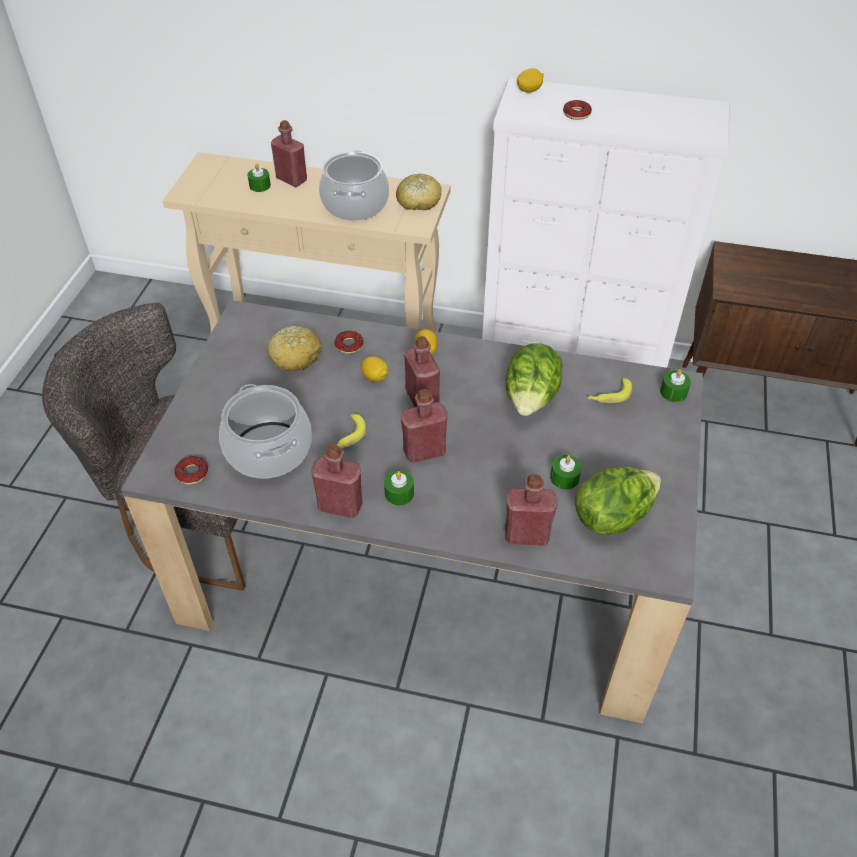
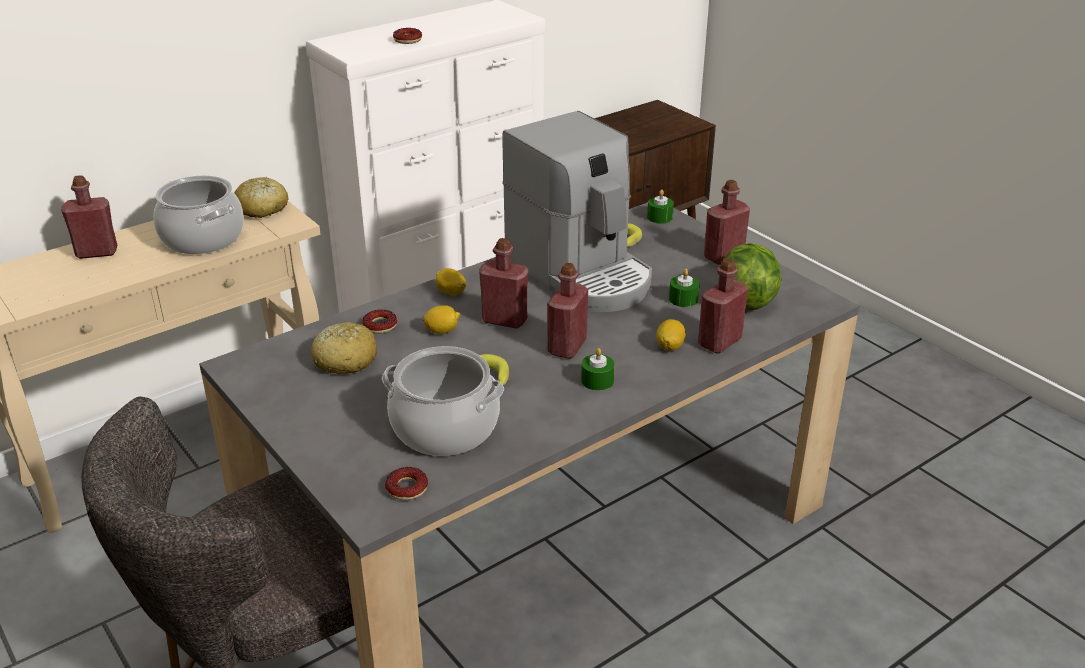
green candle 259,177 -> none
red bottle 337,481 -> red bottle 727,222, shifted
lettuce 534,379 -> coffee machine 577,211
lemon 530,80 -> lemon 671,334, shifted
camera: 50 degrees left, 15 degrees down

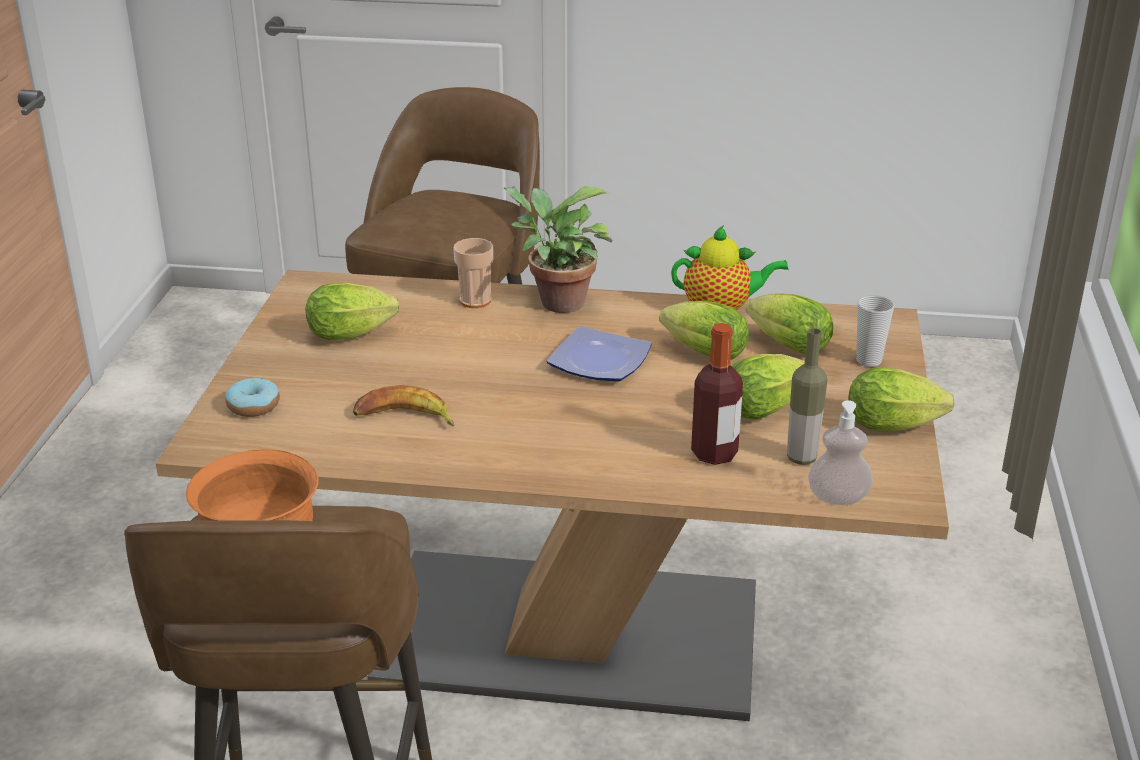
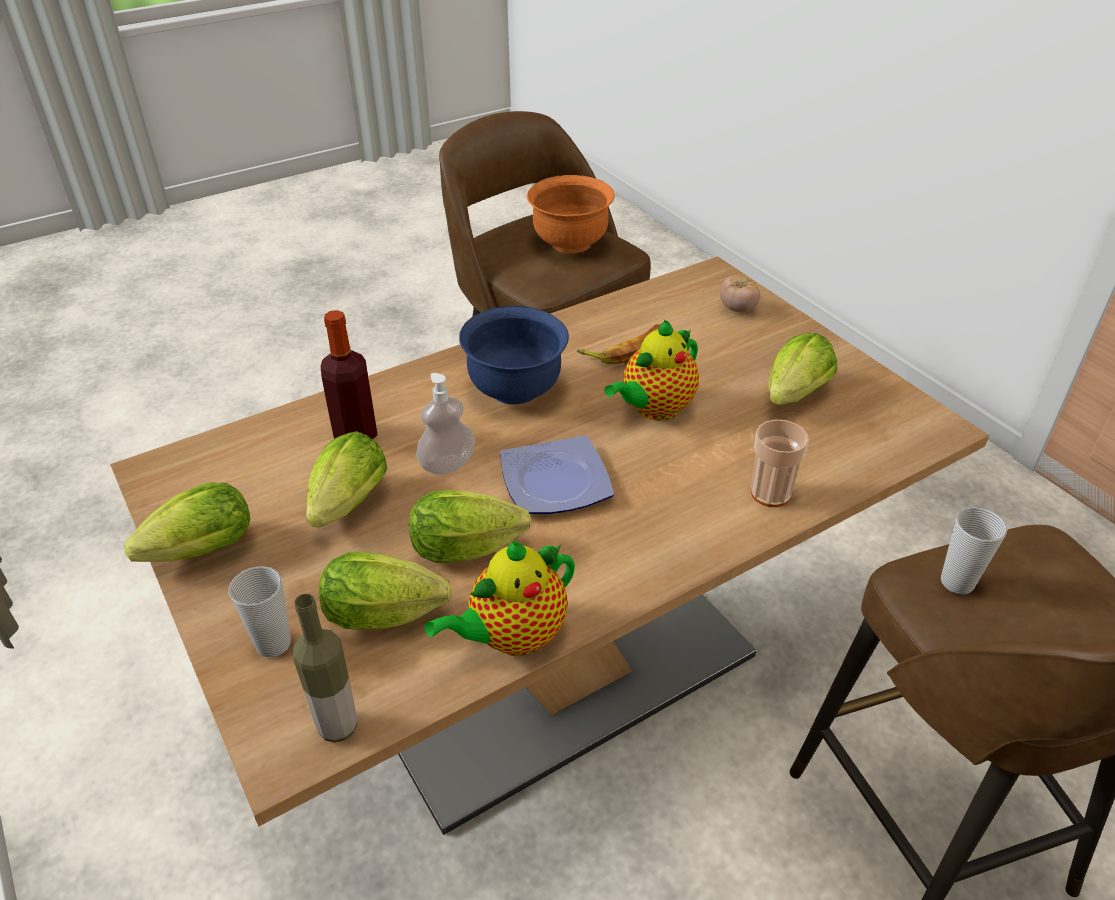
donut 252,397 -> tomato 740,294
potted plant 558,249 -> none
bottle 807,396 -> bottle 325,668, shifted
soap dispenser 840,452 -> soap dispenser 445,424, shifted
none -> blue bowl 514,355
none -> teapot 651,370
none -> cup 974,550
camera: 140 degrees right, 10 degrees up

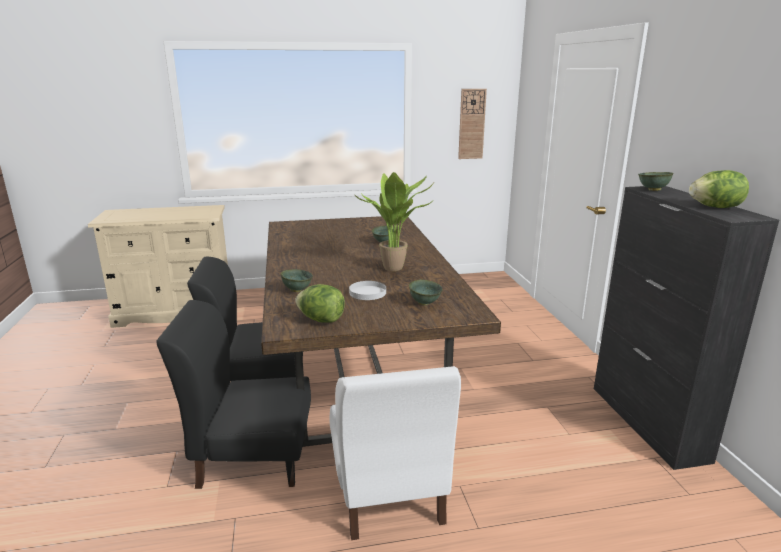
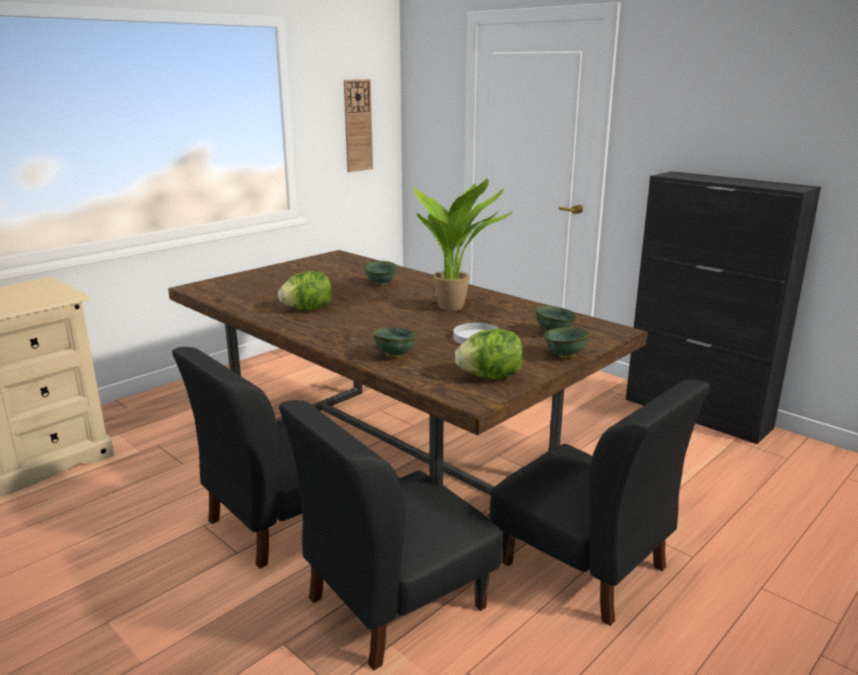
white chair 395,453 -> black chair 600,503
green bowl 656,181 -> green bowl 566,342, shifted
lettuce 719,189 -> lettuce 305,290, shifted
camera: 35 degrees left, 0 degrees up

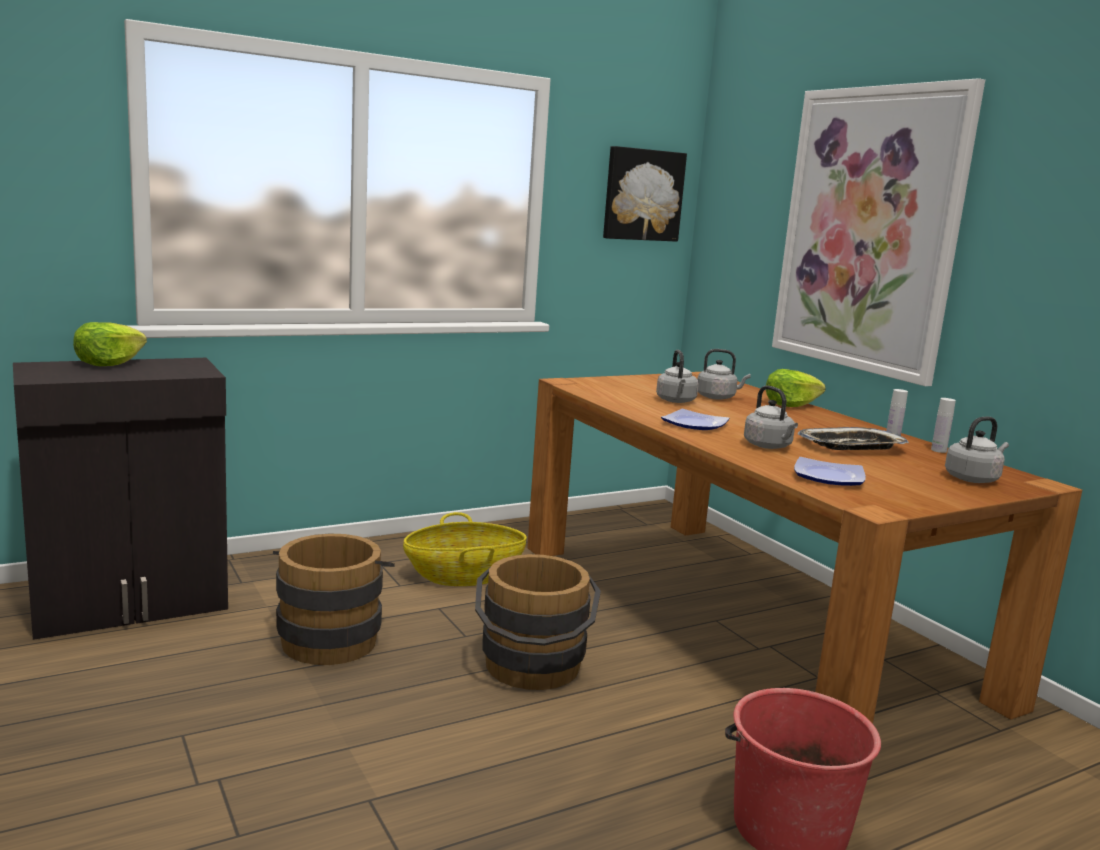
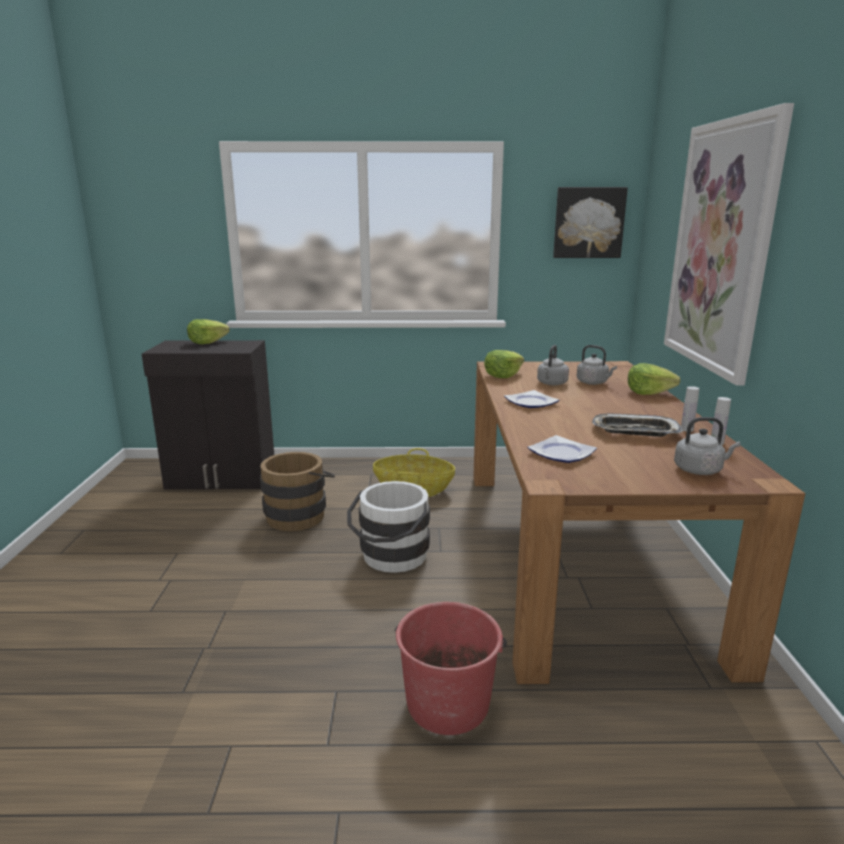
brown bucket 538,622 -> white bucket 388,527
grey kettle 771,417 -> none
none -> lettuce 504,364
camera: 30 degrees right, 5 degrees up

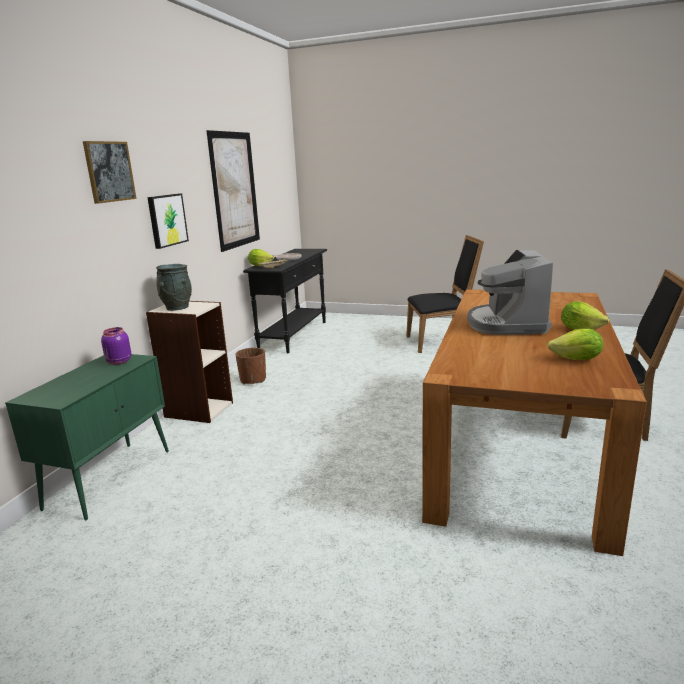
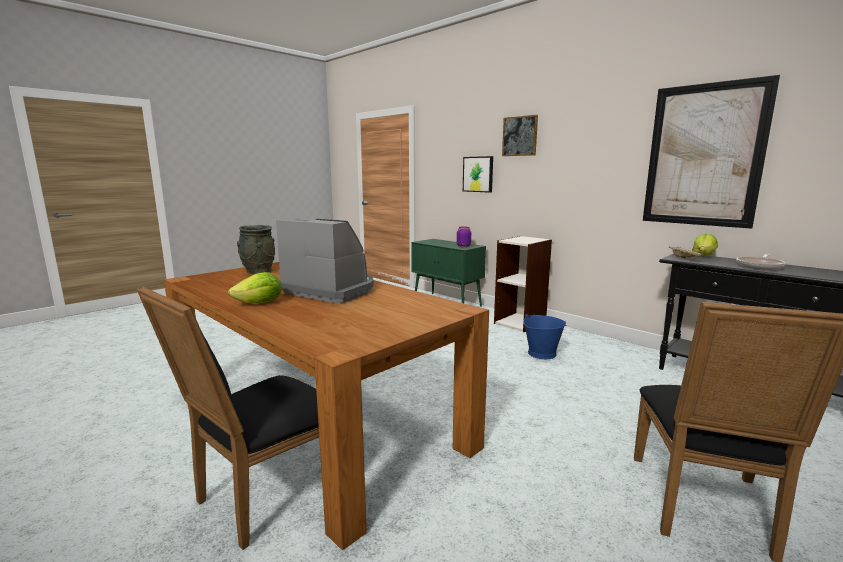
picture 168,221 -> picture 478,174, shifted
grey vase 174,287 -> grey vase 256,249, shifted
brown planter 250,366 -> none
lettuce 575,344 -> none
none -> blue bucket 544,336
camera: 115 degrees right, 5 degrees down

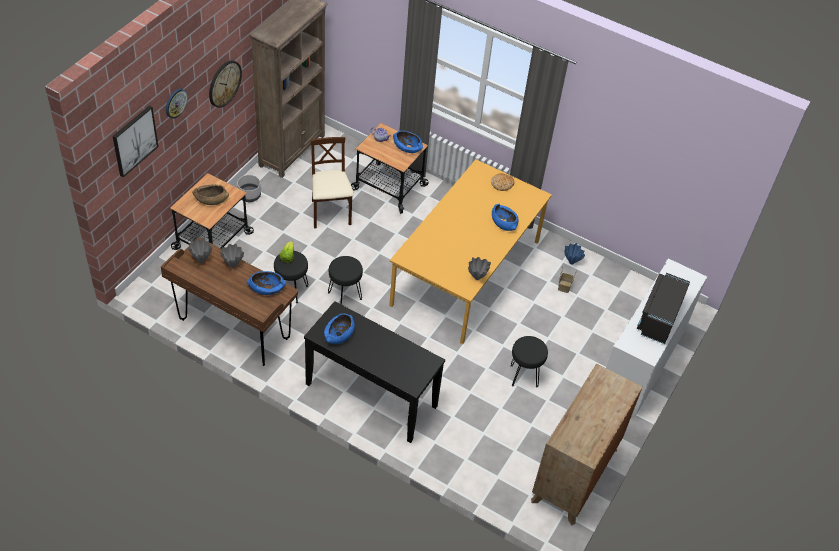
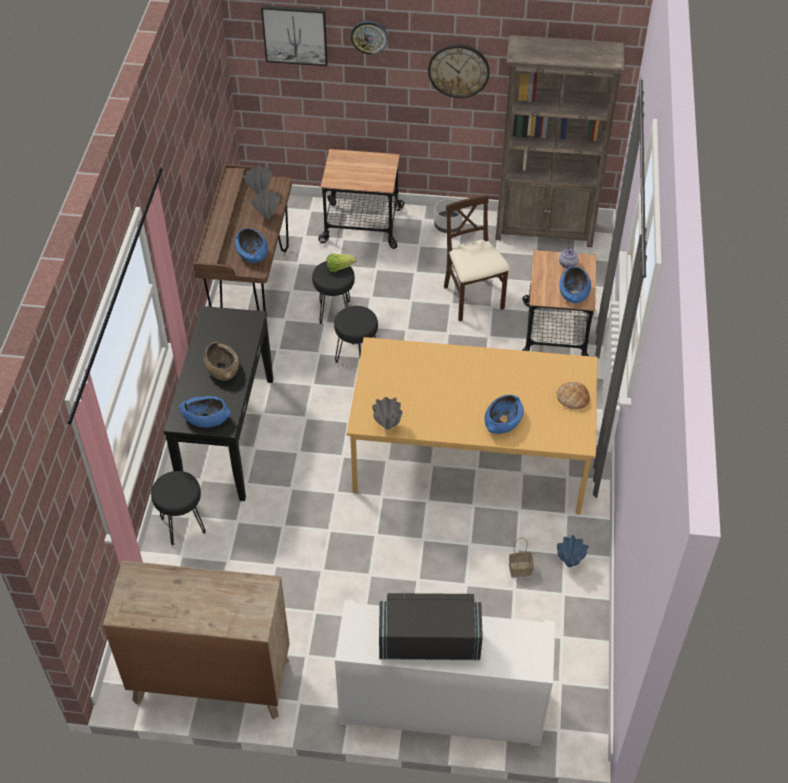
brown bowl 210,194 -> brown bowl 221,361, shifted
beige chair 332,183 -> beige chair 477,258, 75 degrees counterclockwise
blue bowl 339,328 -> blue bowl 205,411, shifted
black stool 529,361 -> black stool 178,508, shifted
camera: 70 degrees right, 0 degrees up

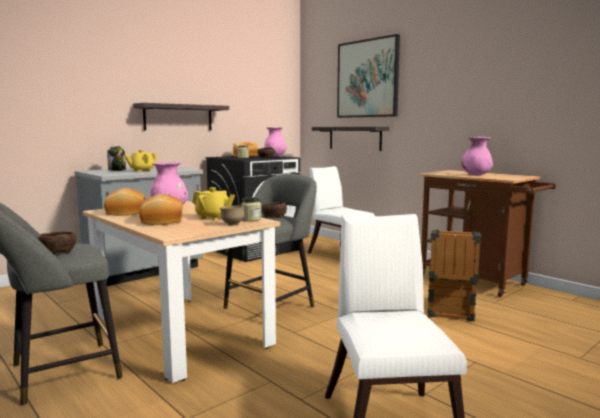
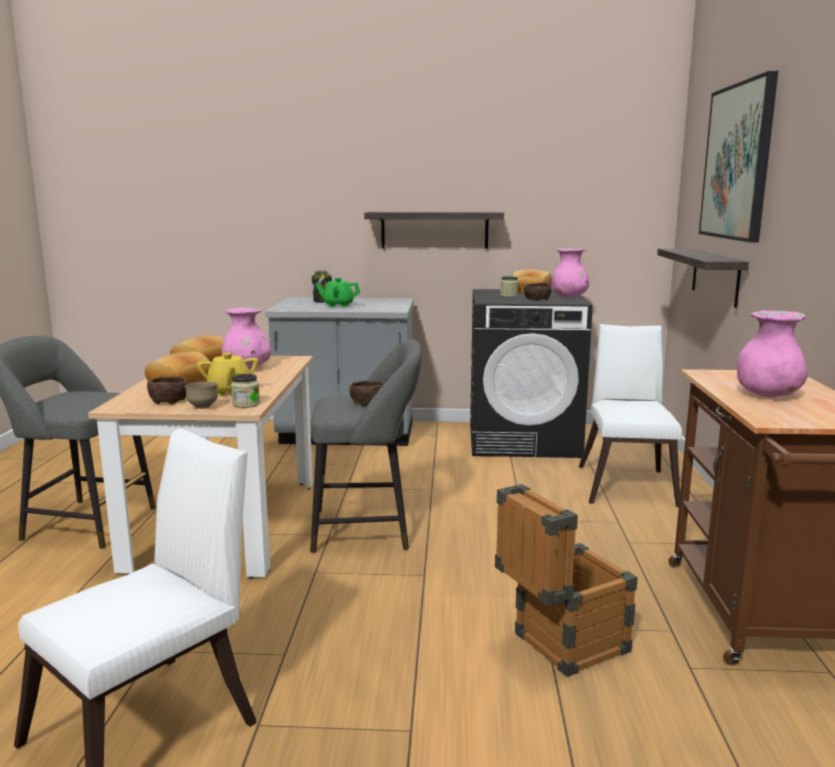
brown bowl 57,243 -> brown bowl 168,390, shifted
yellow teapot 141,160 -> green teapot 338,292
camera: 45 degrees right, 5 degrees up

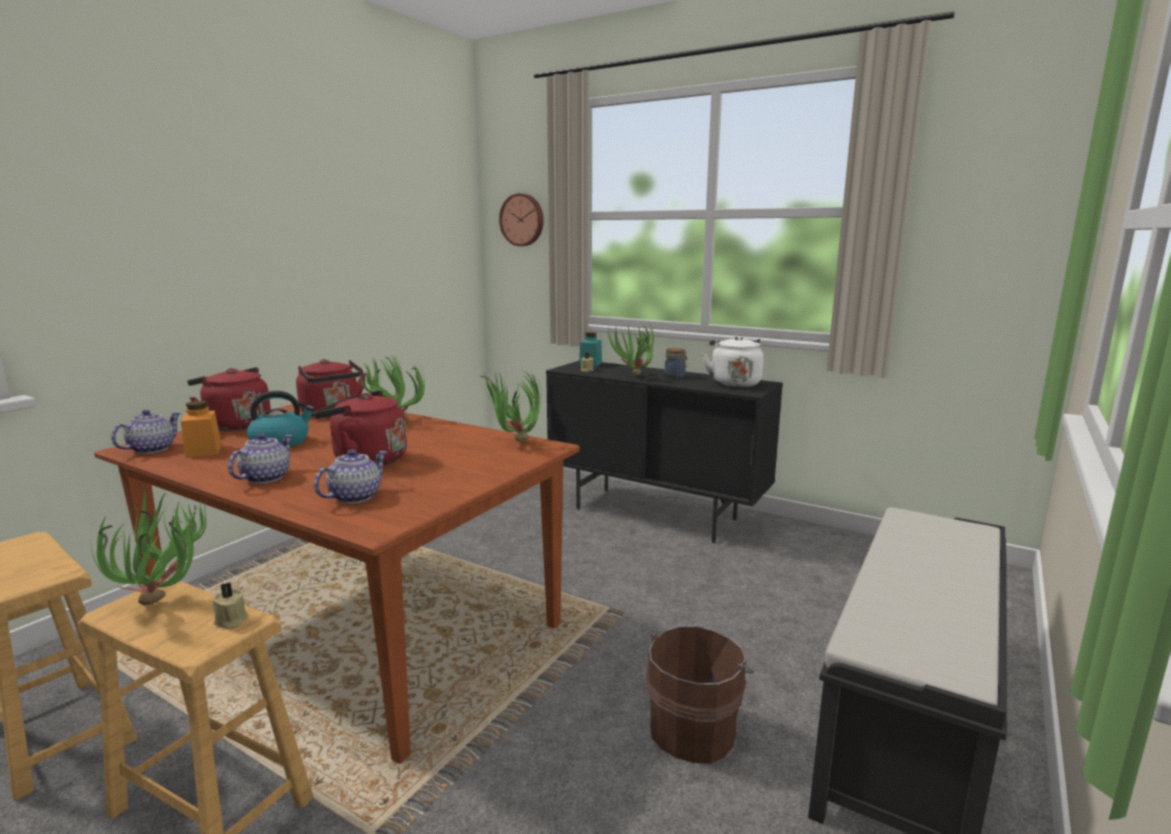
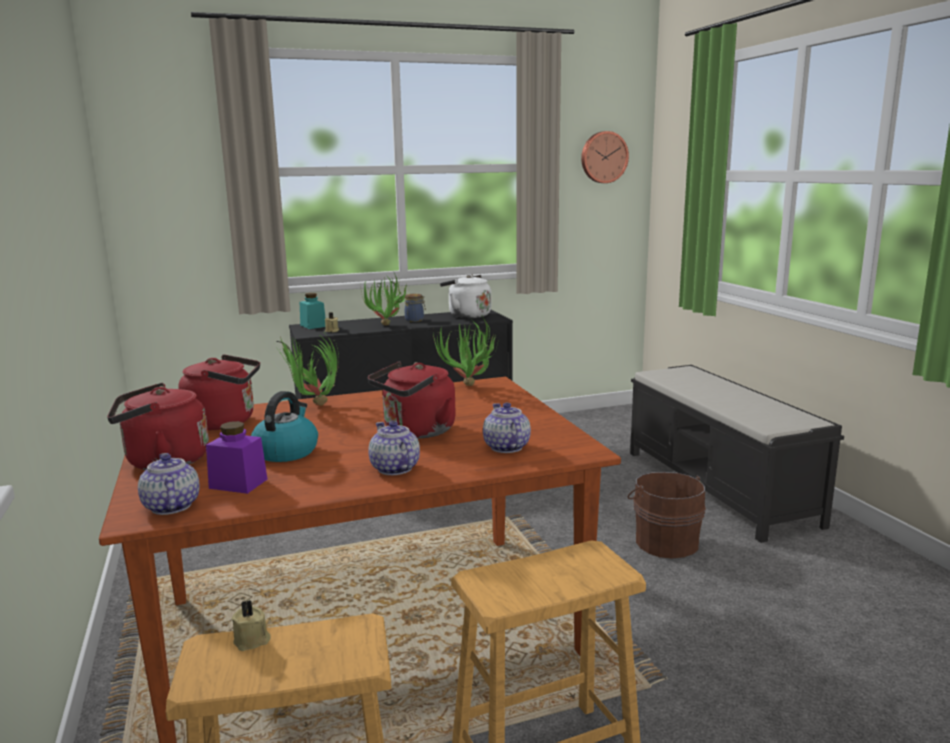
potted plant 148,547 -> none
orange jar 201,429 -> purple jar 236,457
beige candle 230,605 -> beige candle 251,625, shifted
wall clock 521,219 -> wall clock 605,157, shifted
camera: 50 degrees left, 0 degrees up

